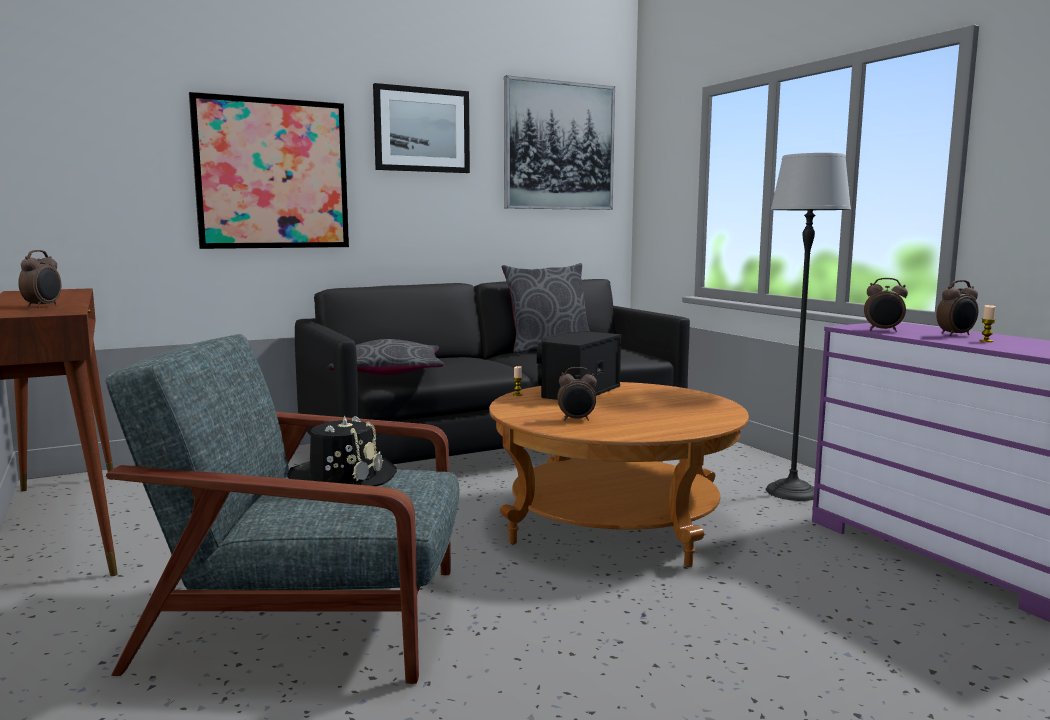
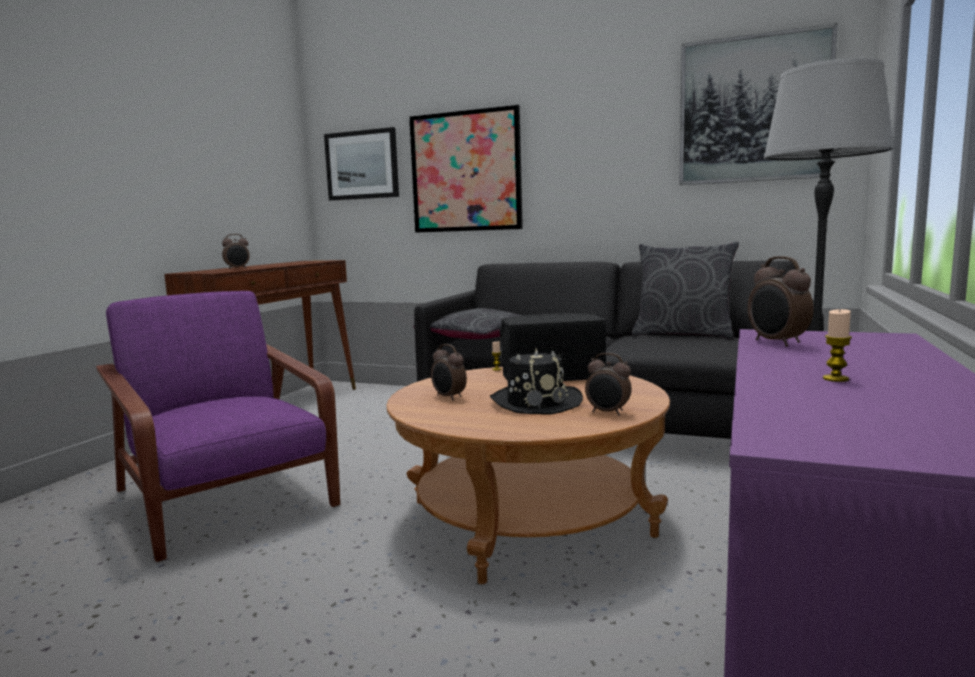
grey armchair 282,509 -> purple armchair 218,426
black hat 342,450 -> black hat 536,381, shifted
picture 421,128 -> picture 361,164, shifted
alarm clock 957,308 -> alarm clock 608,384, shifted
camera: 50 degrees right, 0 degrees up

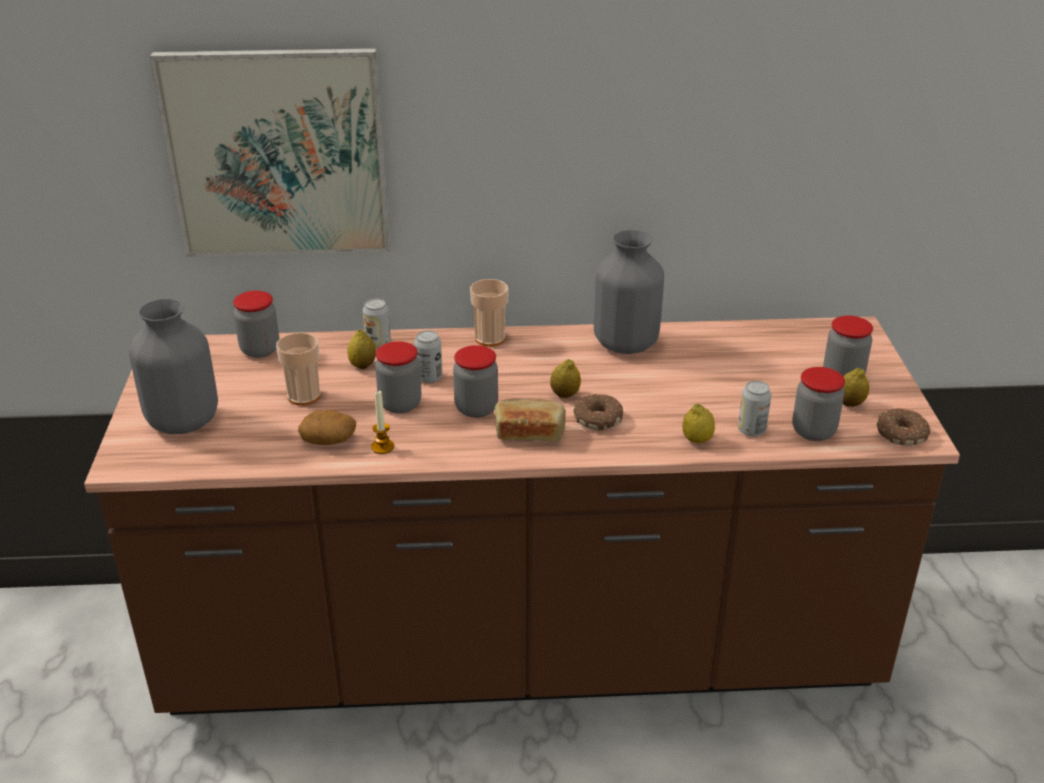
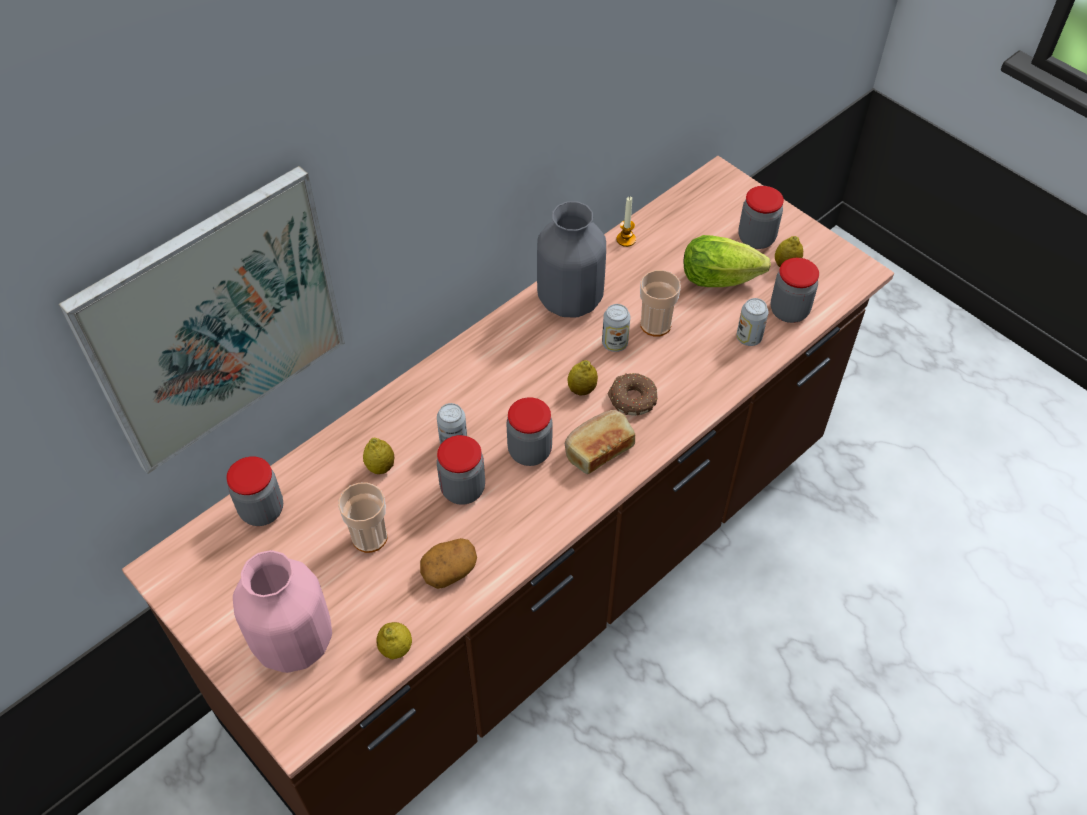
grey vase 173,366 -> pink vase 282,611
can 377,323 -> can 616,328, shifted
candle 382,422 -> candle 626,222, shifted
cup 489,313 -> cup 660,303, shifted
lemon 698,423 -> lemon 394,640, shifted
donut 903,427 -> none
none -> lettuce 727,261
camera: 40 degrees left, 20 degrees up

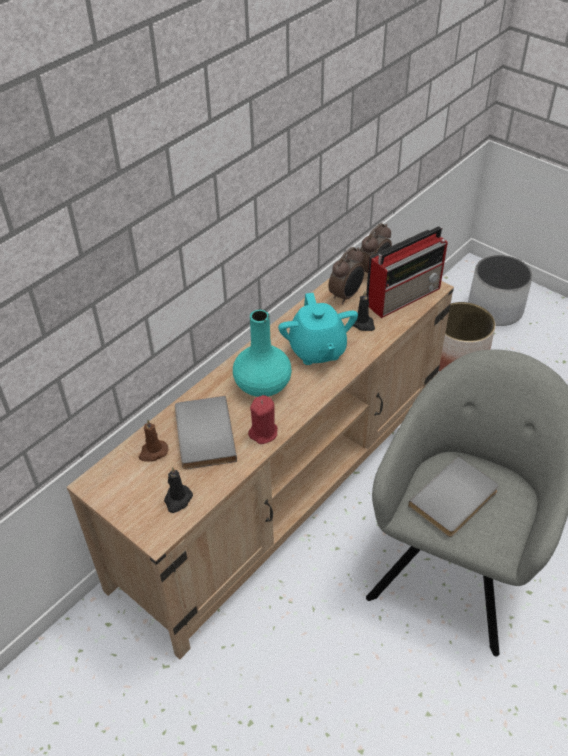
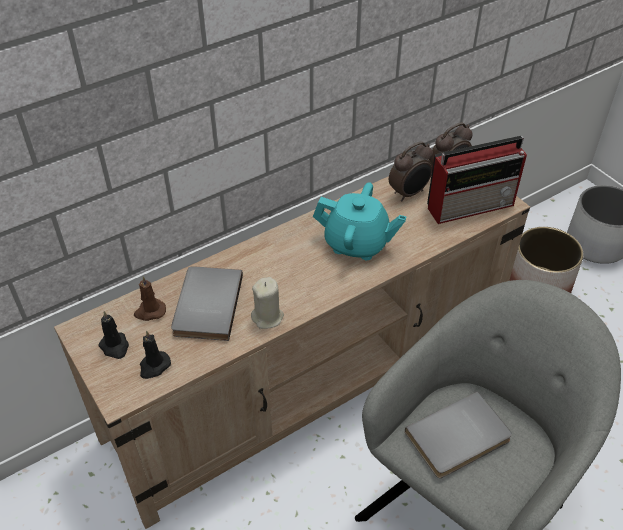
turquoise vase 262,353 -> none
red candle 263,419 -> beige candle 267,303
turquoise teapot 318,329 -> turquoise teapot 359,221, 75 degrees counterclockwise
black candle 364,311 -> black candle 113,335, shifted
camera: 15 degrees right, 0 degrees up

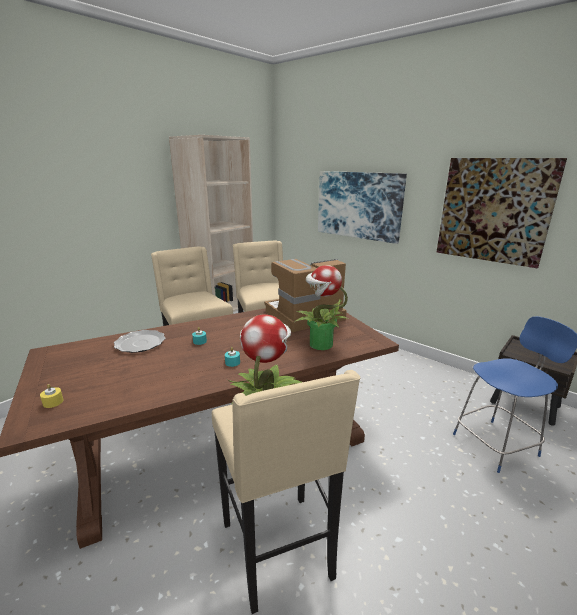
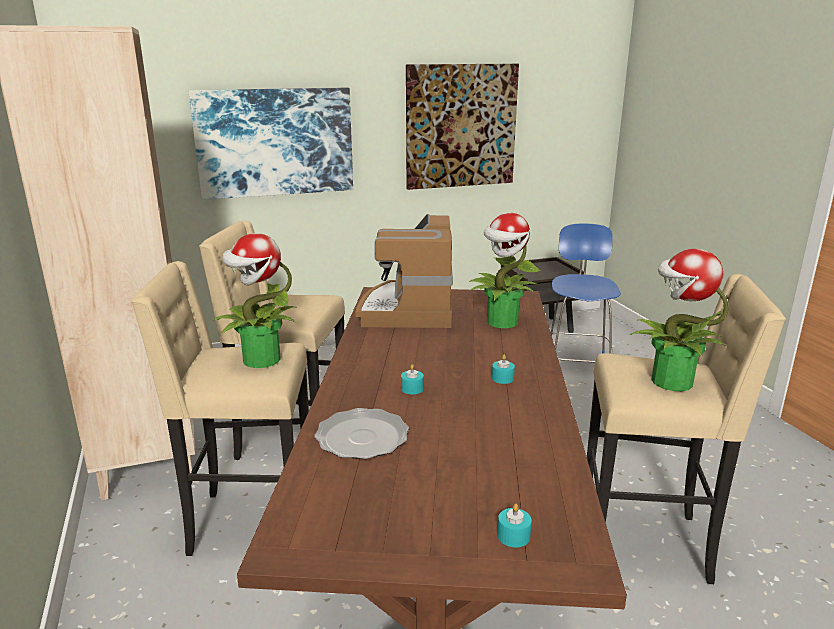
yellow candle 51,396 -> turquoise candle 514,525
none -> potted plant 254,300
camera: 60 degrees left, 0 degrees up

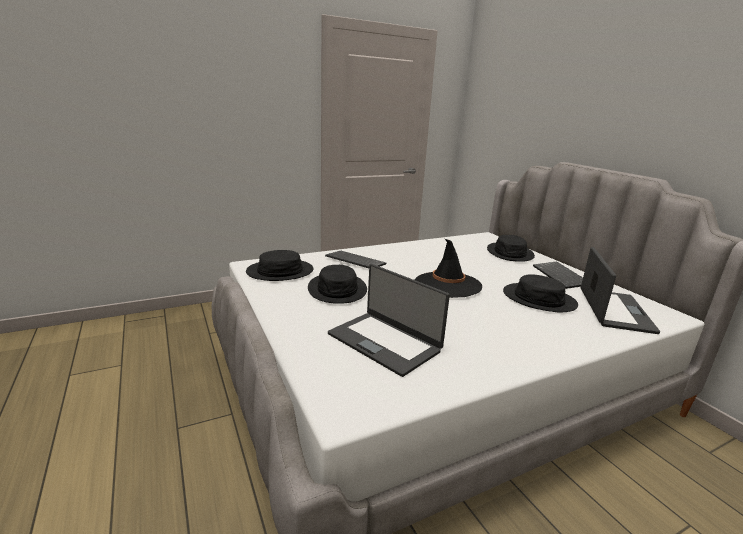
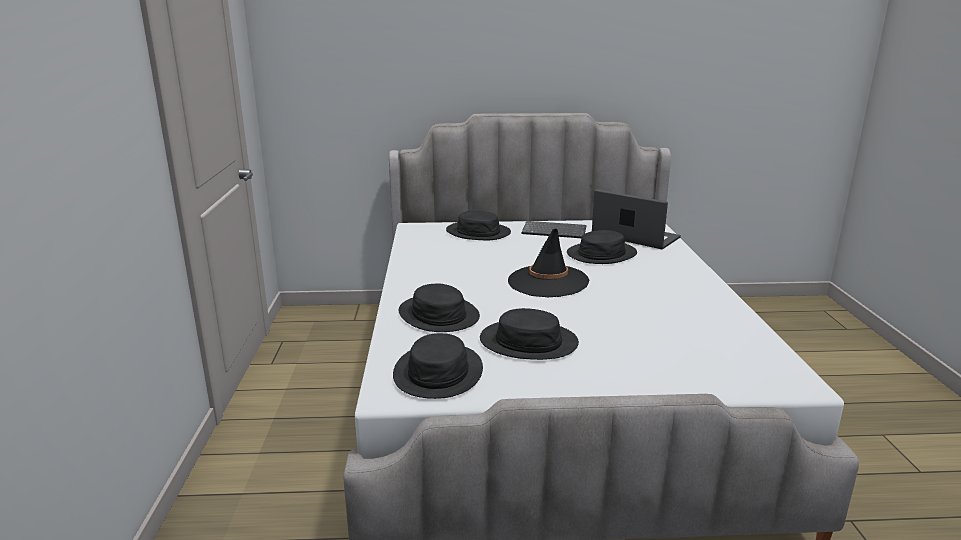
keyboard 355,259 -> black hat 439,308
laptop 389,320 -> none
camera: 65 degrees left, 0 degrees up

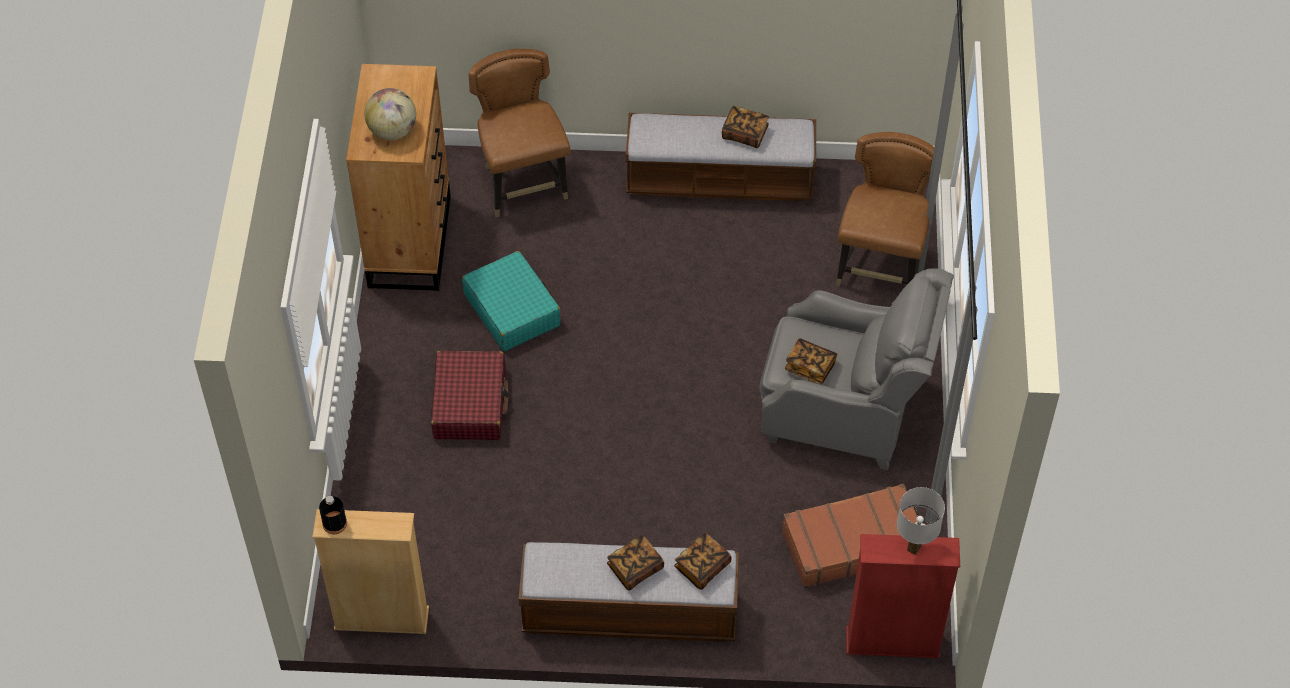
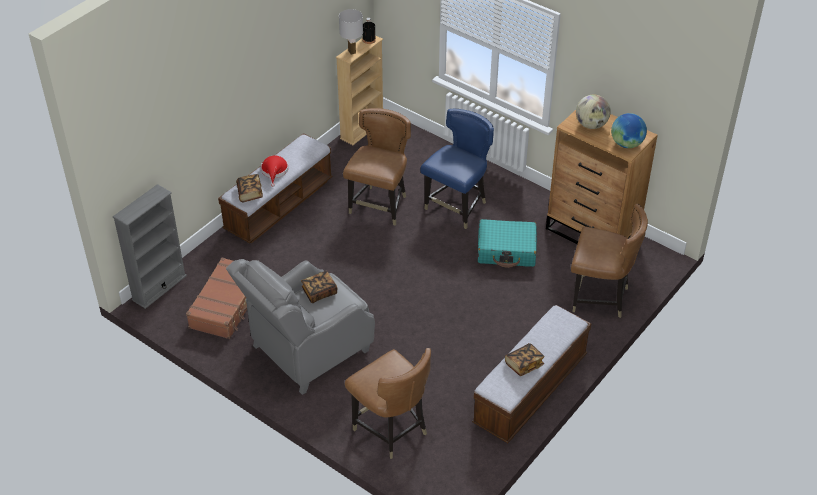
red suitcase 470,395 -> blue chair 457,169
book 635,563 -> red hat 274,171
red bookcase 903,596 -> grey bookcase 150,246
white table lamp 921,521 -> white table lamp 351,32, shifted
none -> brown chair 377,167
none -> globe 629,130
camera: 125 degrees right, 10 degrees down

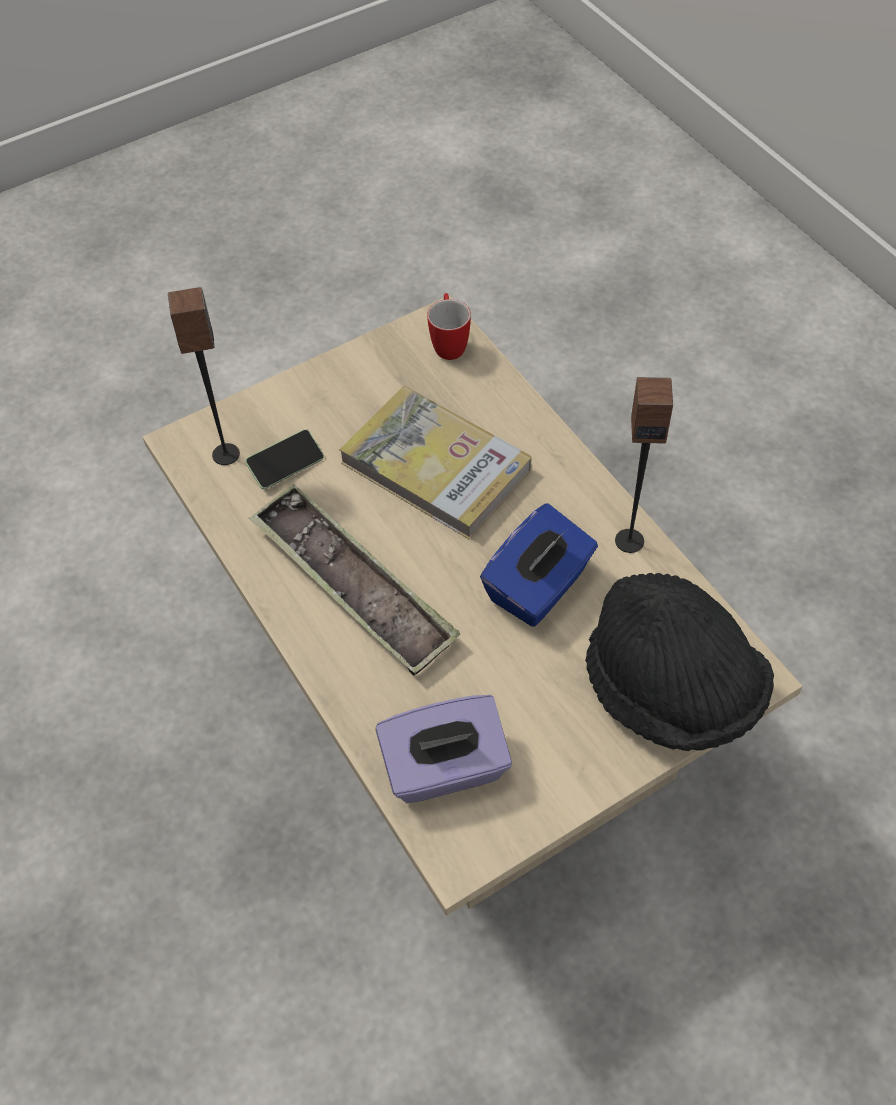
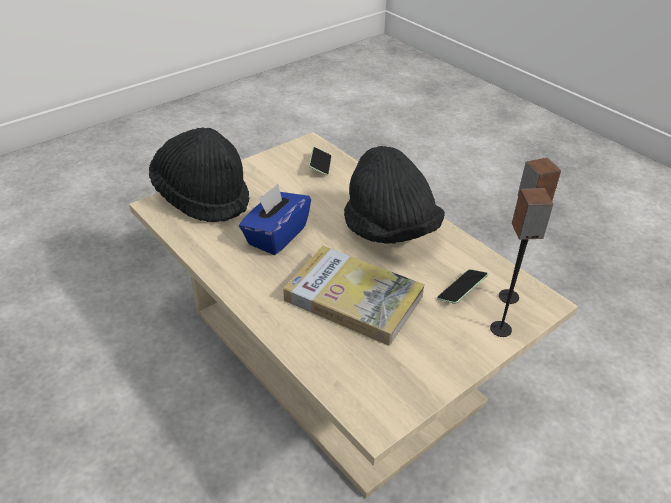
tray 354,580 -> black hat 394,195
purple tissue box 444,749 -> phone 320,161
mug 449,326 -> none
speaker 644,465 -> speaker 521,262, shifted
camera: 170 degrees right, 15 degrees down

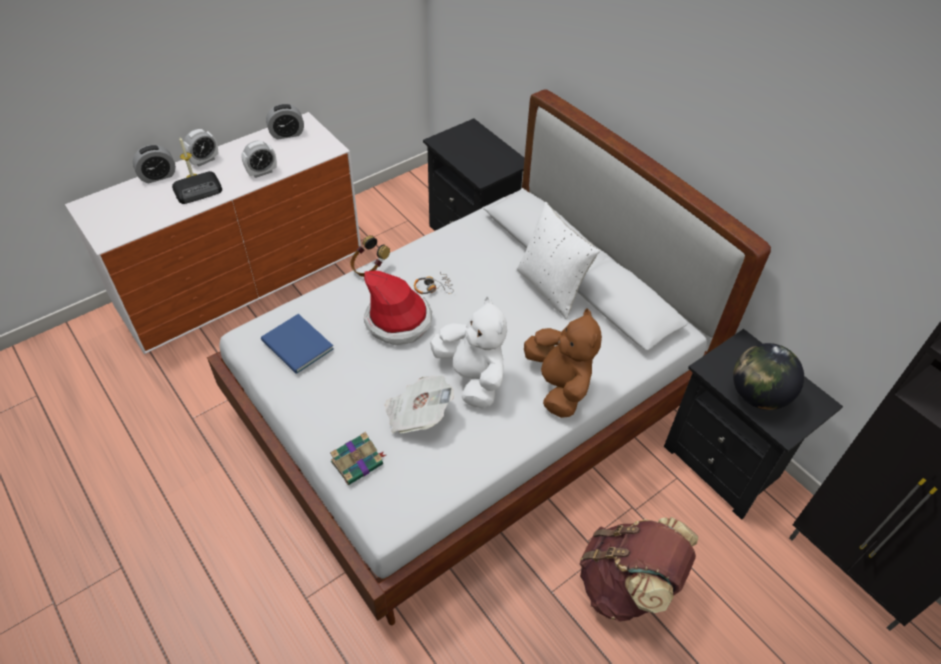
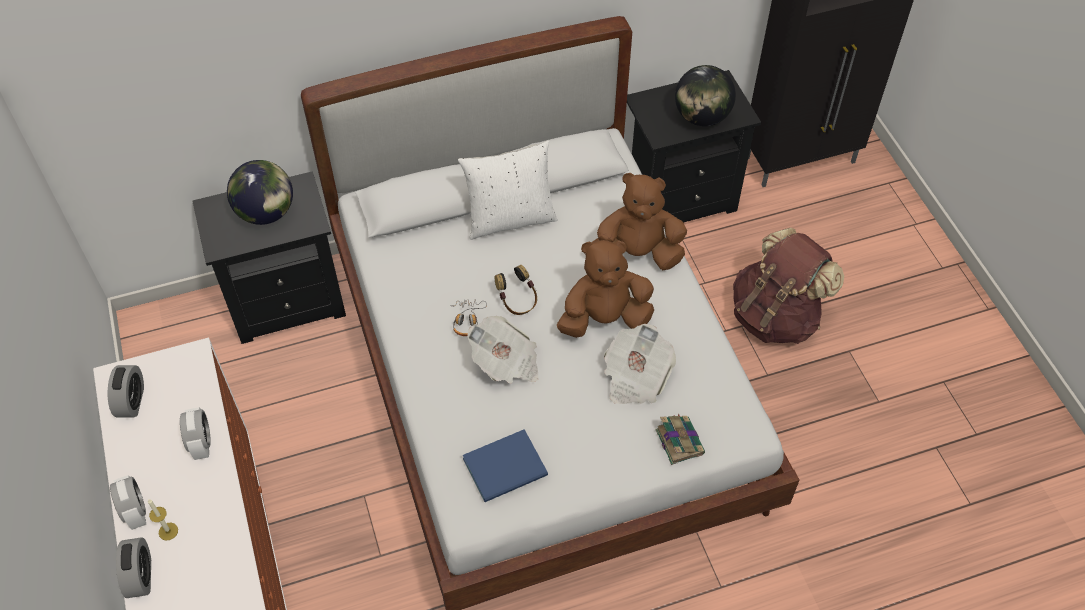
radio 197,187 -> none
headphones 370,256 -> headphones 515,290, shifted
hat 398,308 -> newspaper 502,350
white plush toy 468,352 -> brown plush toy 605,289
none -> globe 260,192
camera: 70 degrees left, 5 degrees up

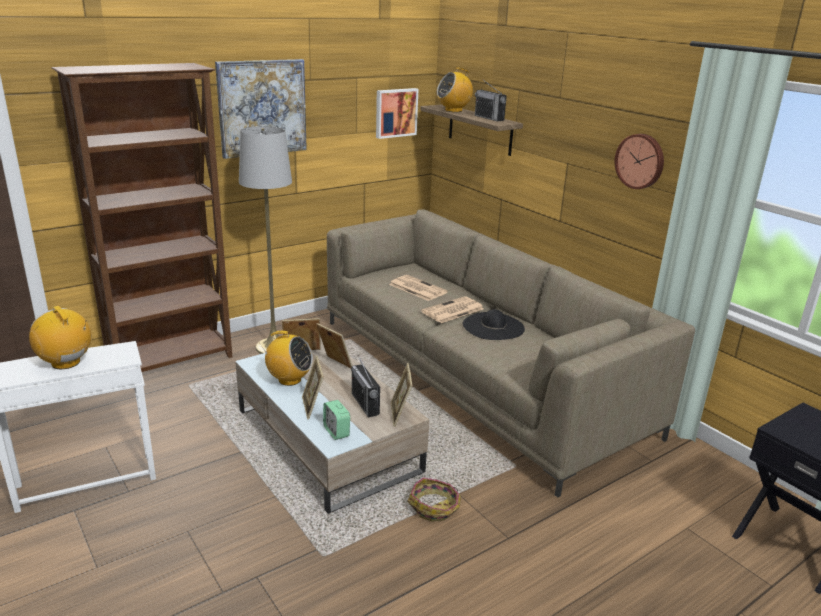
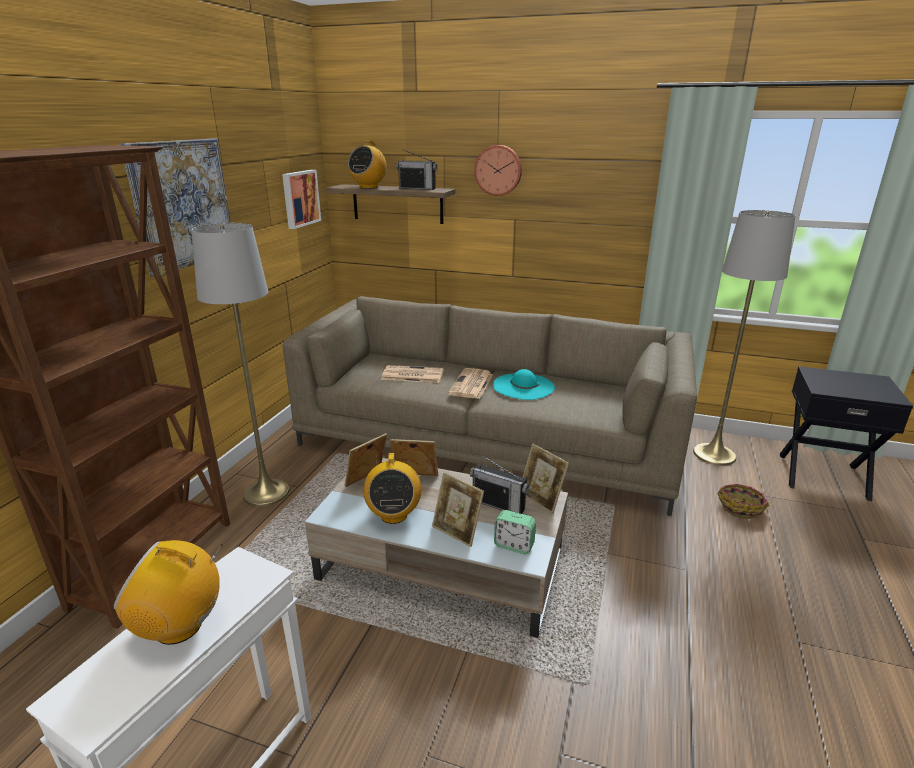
radio 287,358 -> radio 392,488, 105 degrees clockwise
basket 434,499 -> basket 743,501, shifted
black hat 494,324 -> turquoise hat 524,384
wall clock 639,161 -> wall clock 498,170, shifted
none -> grey floor lamp 744,338
camera: 35 degrees left, 0 degrees up

